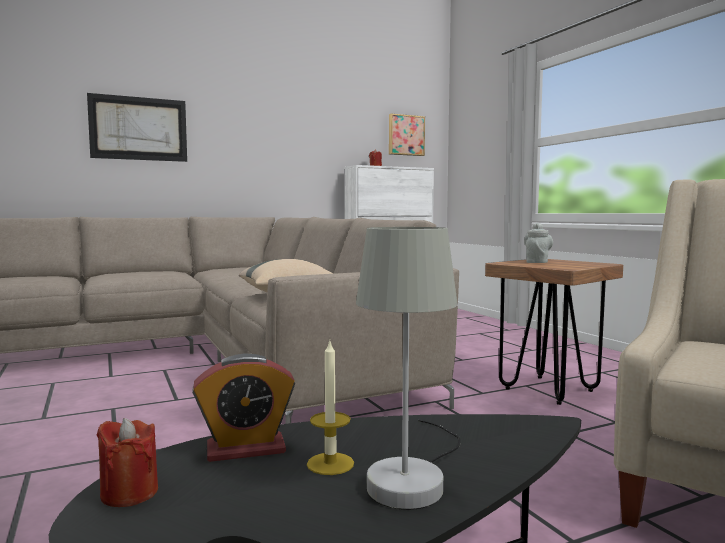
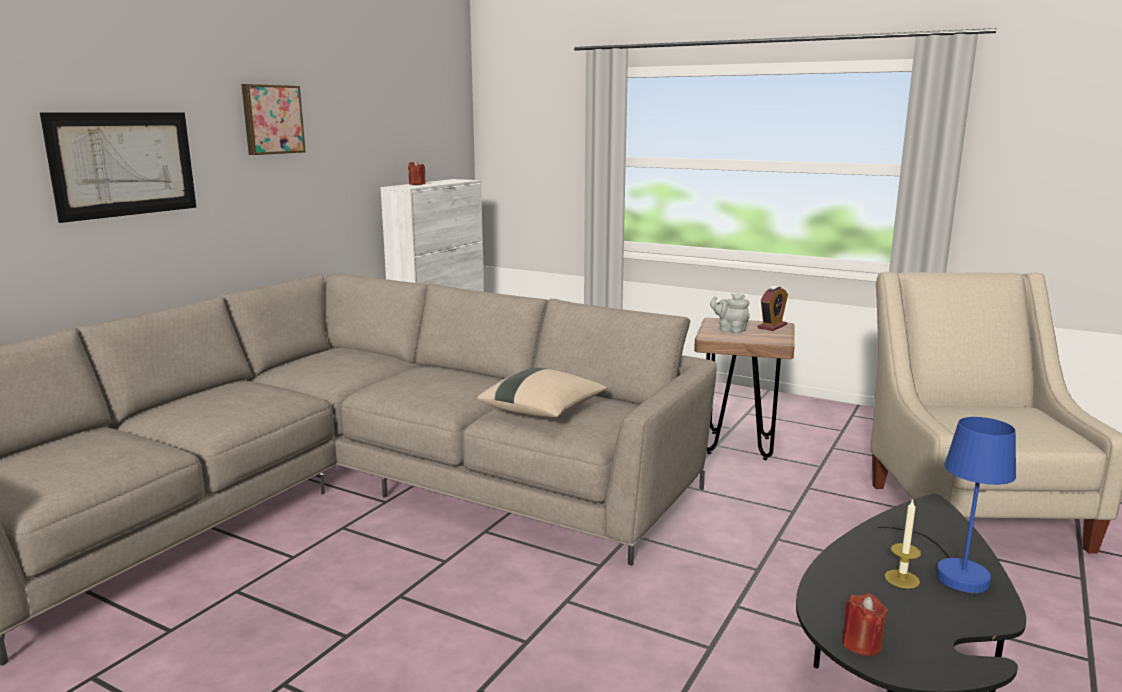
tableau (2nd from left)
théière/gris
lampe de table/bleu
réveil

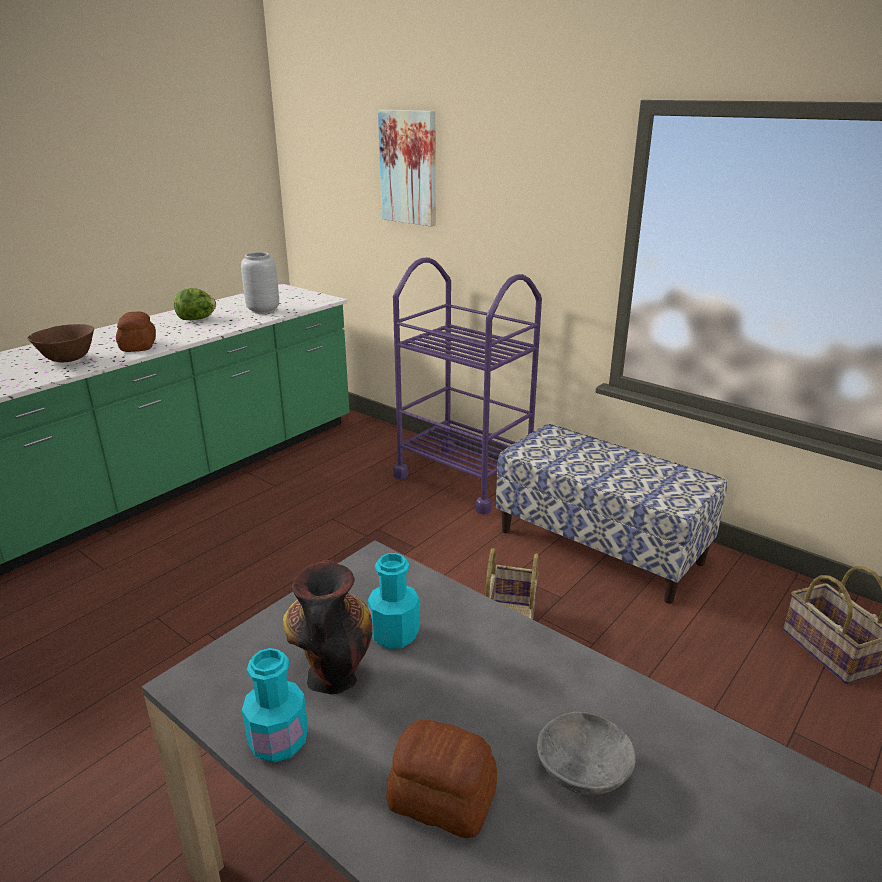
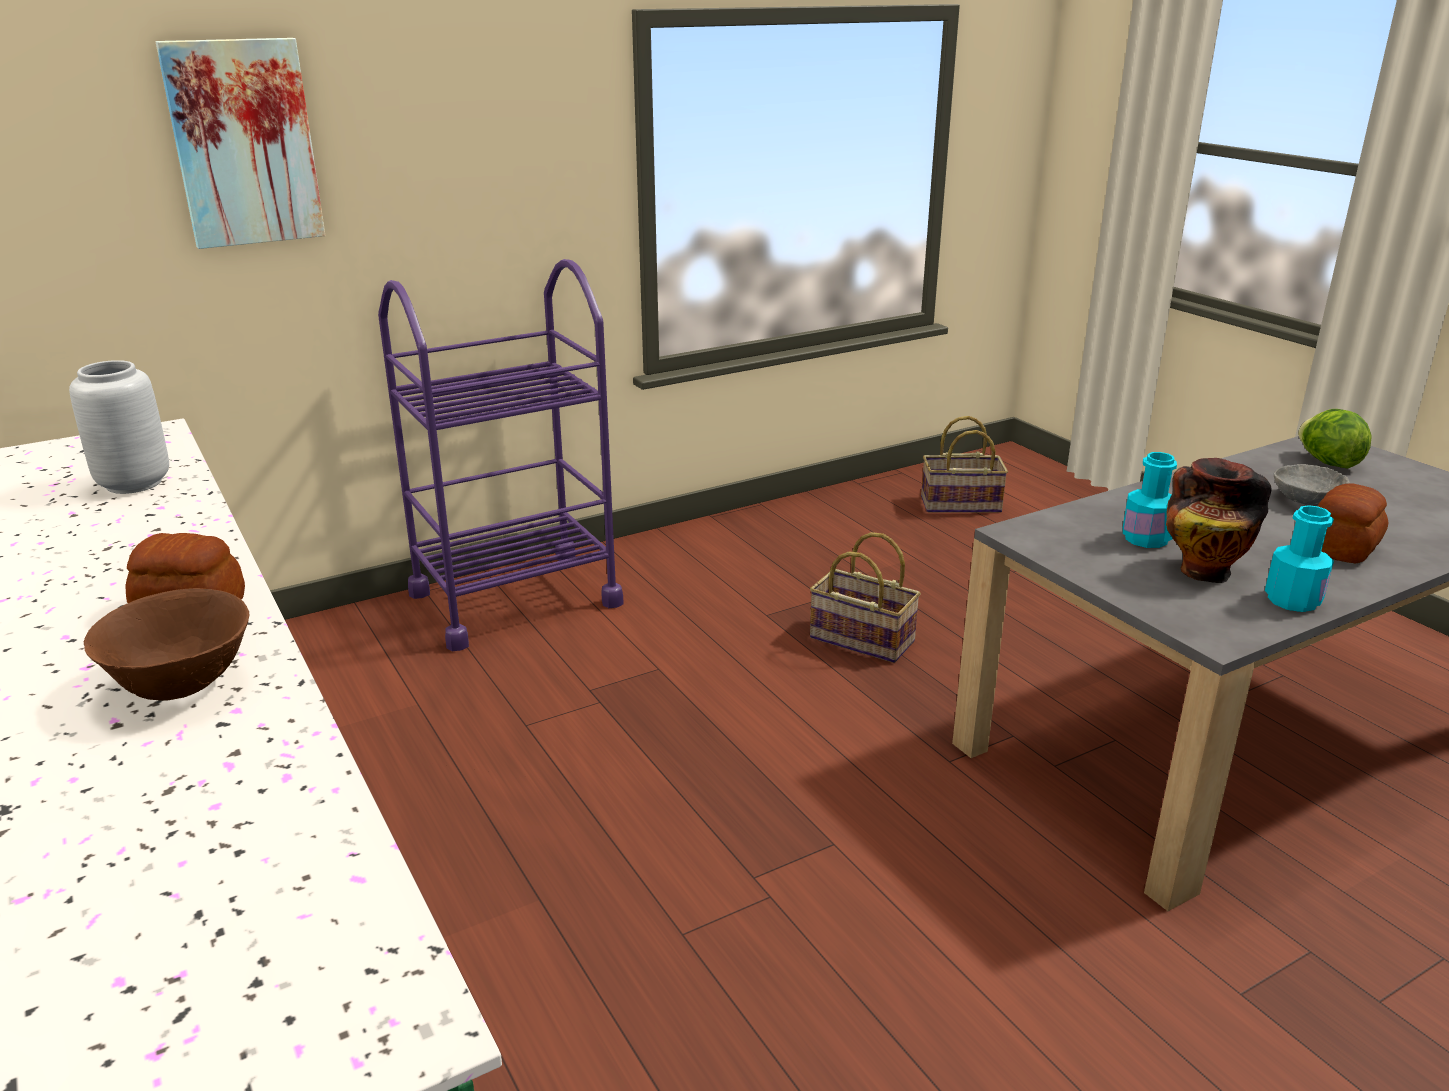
laitue
banc

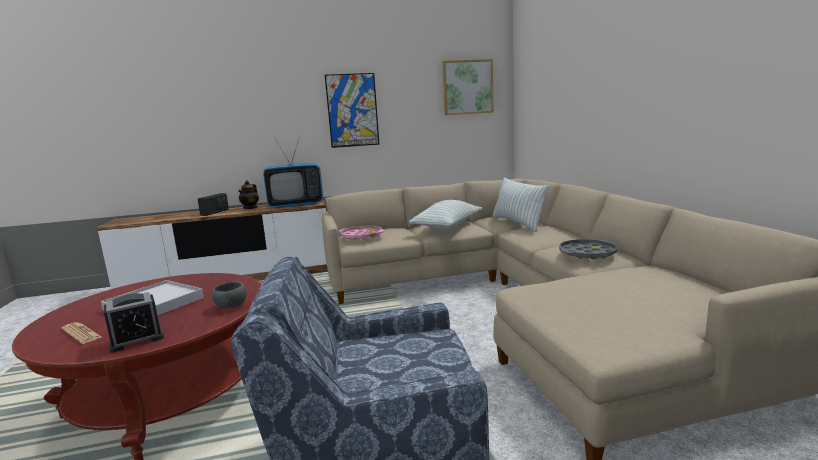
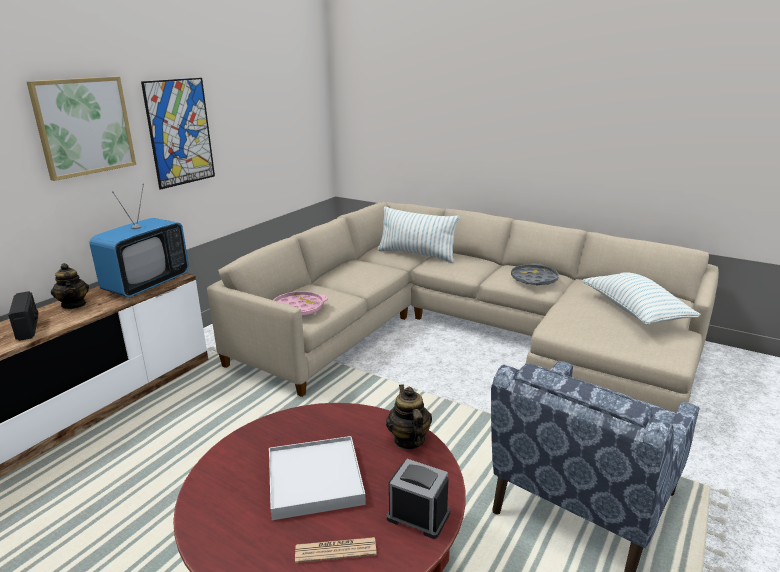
tableau (1st from left)
coussin (2nd from left)
théière (2nd from left)
réveil

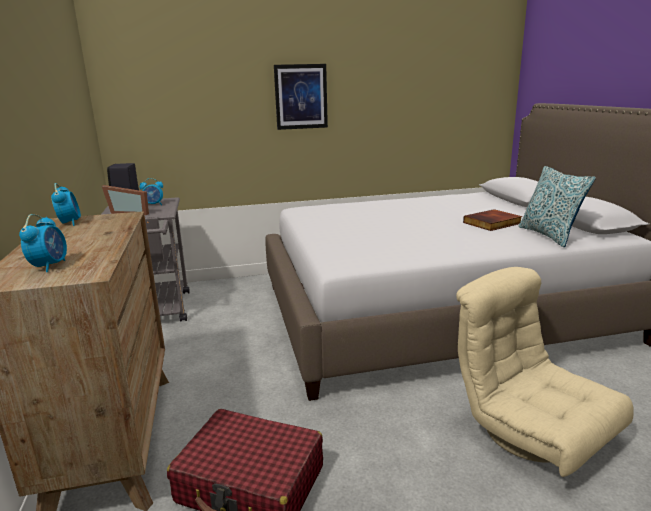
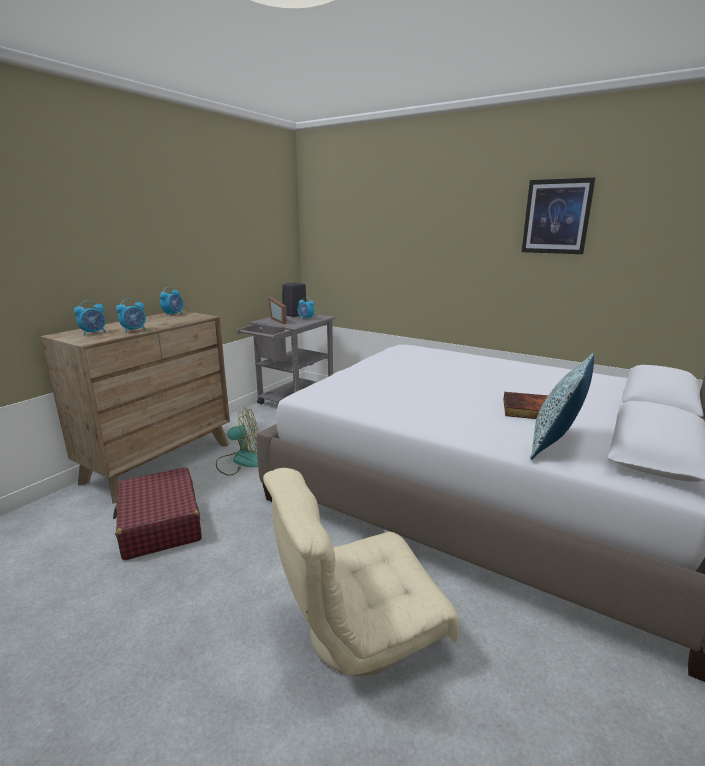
tableau
fauteuil/beige
réveil (2nd from left)
ventilateur

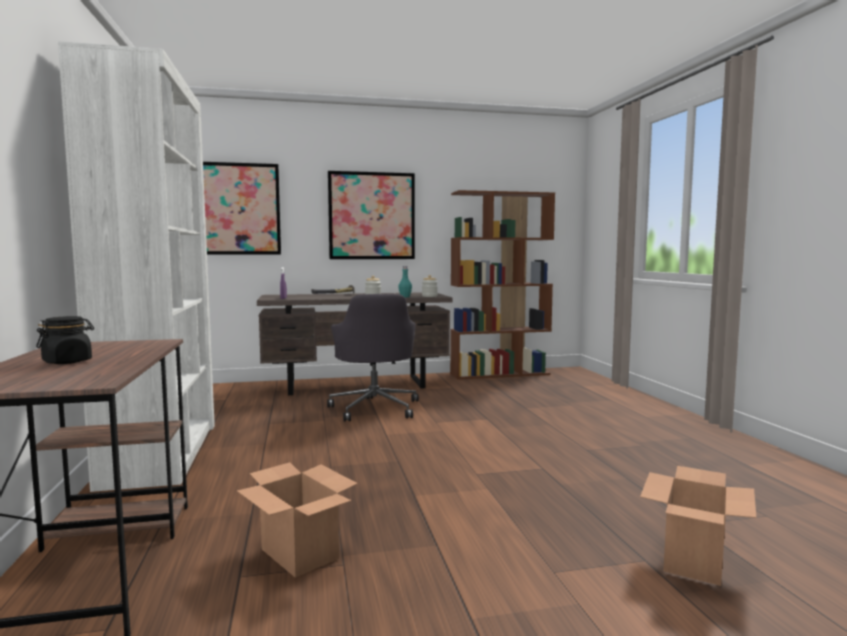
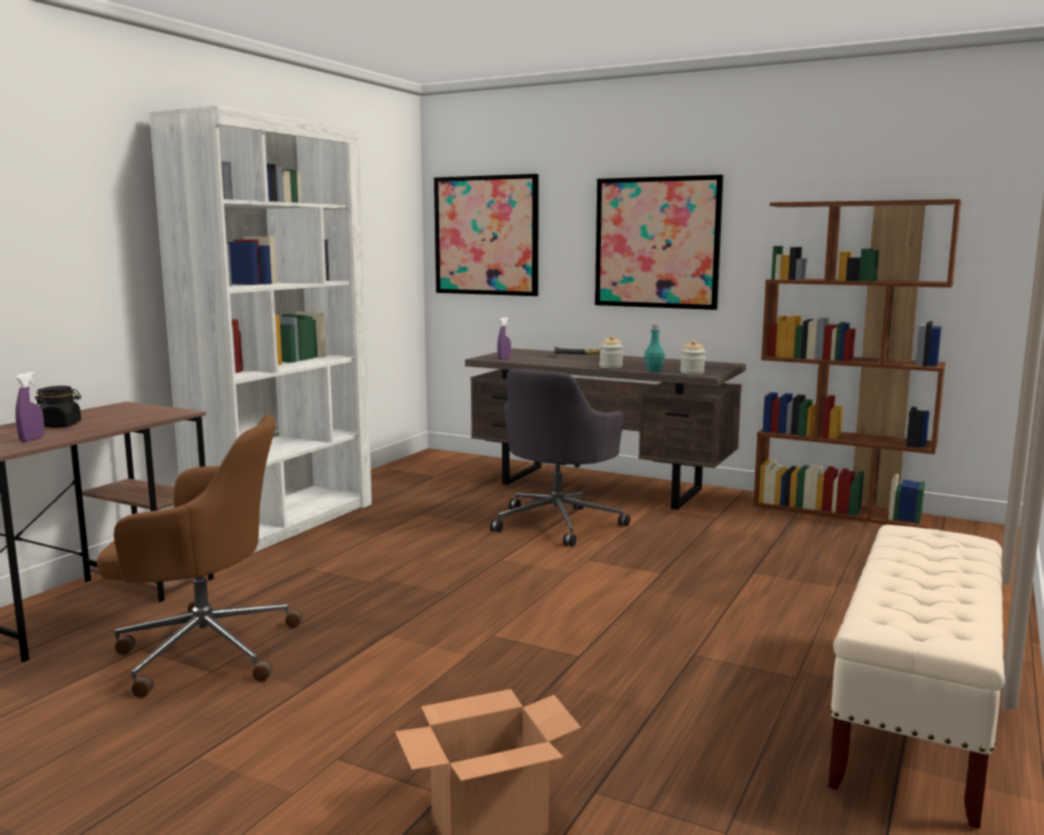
chaise de bureau/marron
vaporisateur/violet (1st from left)
banc/beige

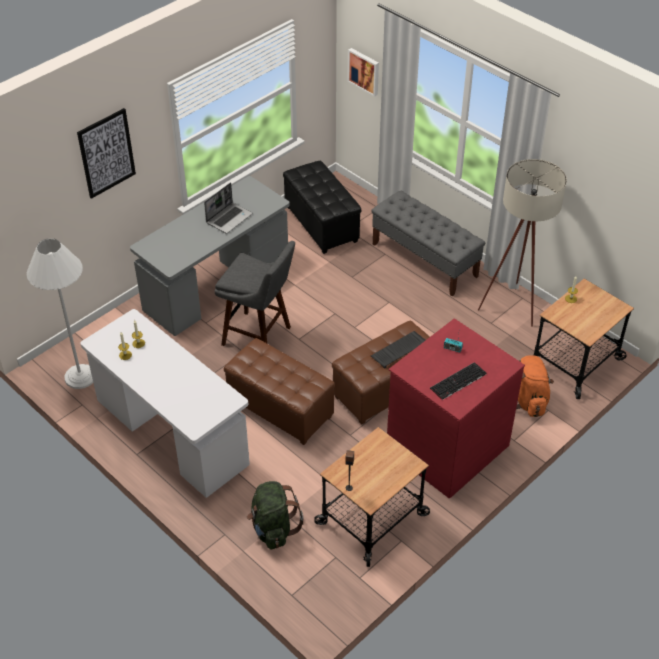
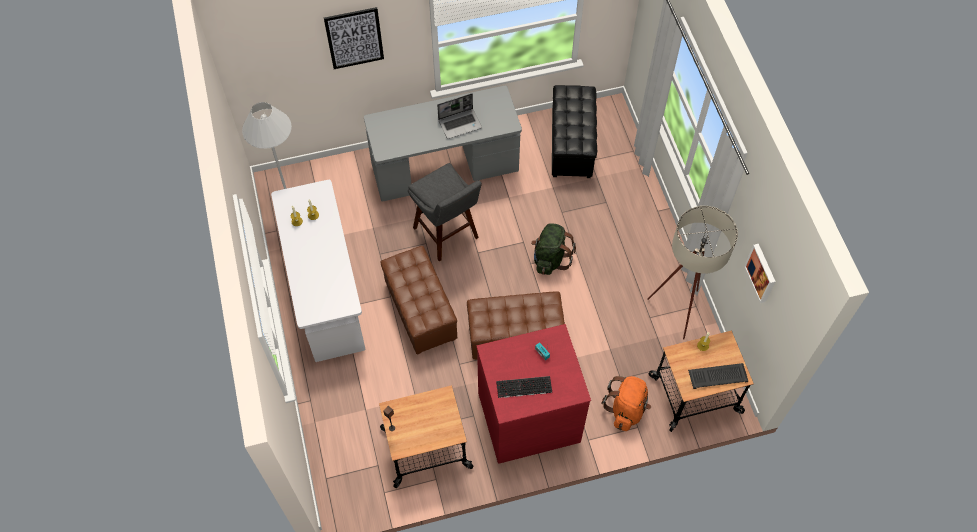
tableau (2nd from left)
banc/gris
clavier (2nd from left)
sac à dos/vert

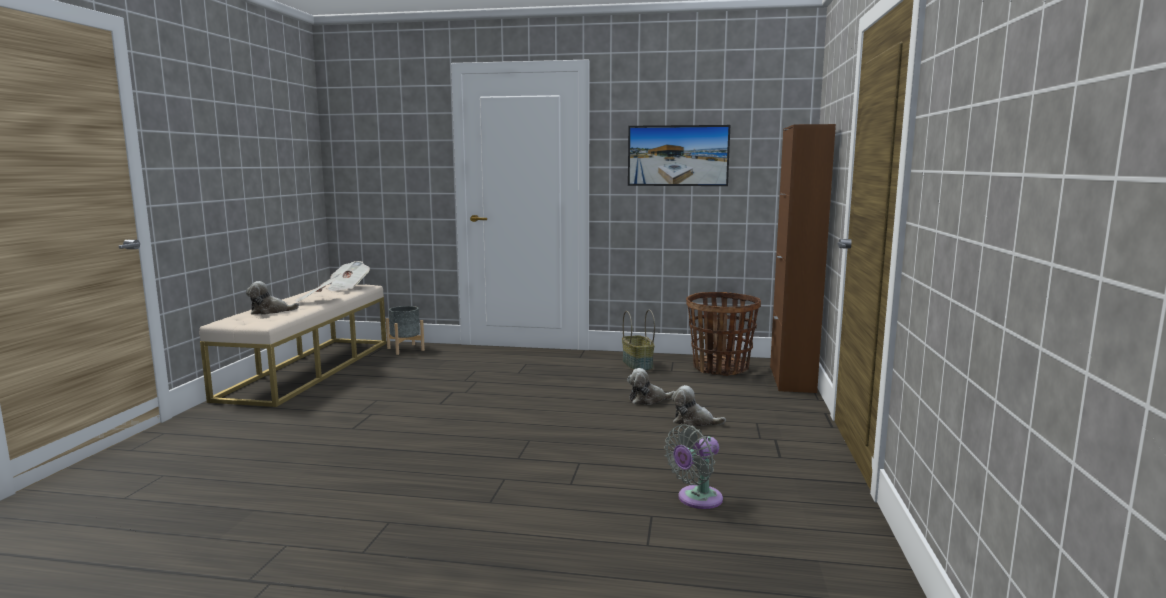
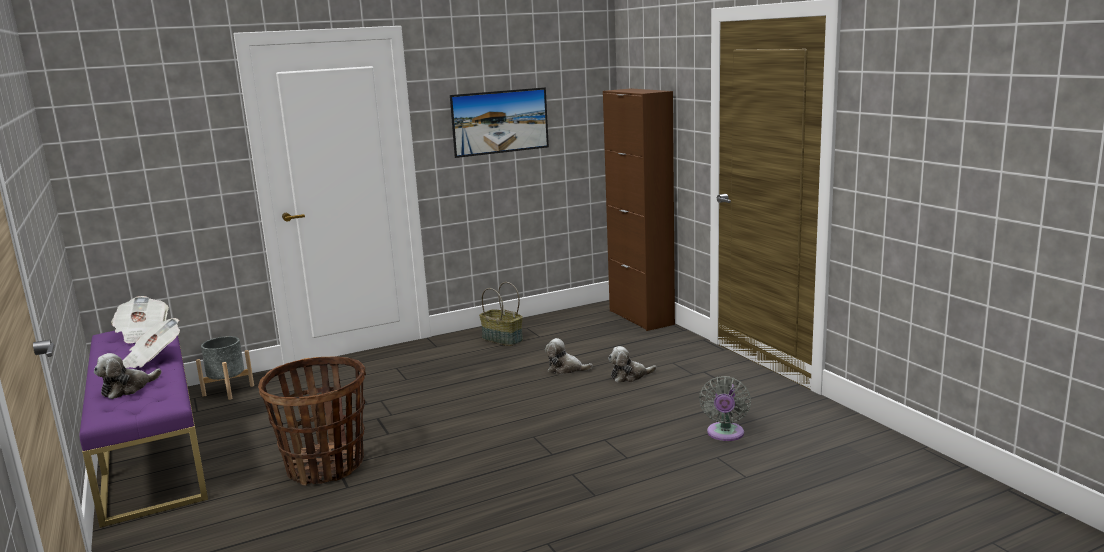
banc/violet
panier (1st from left)
peluche (2nd from left)

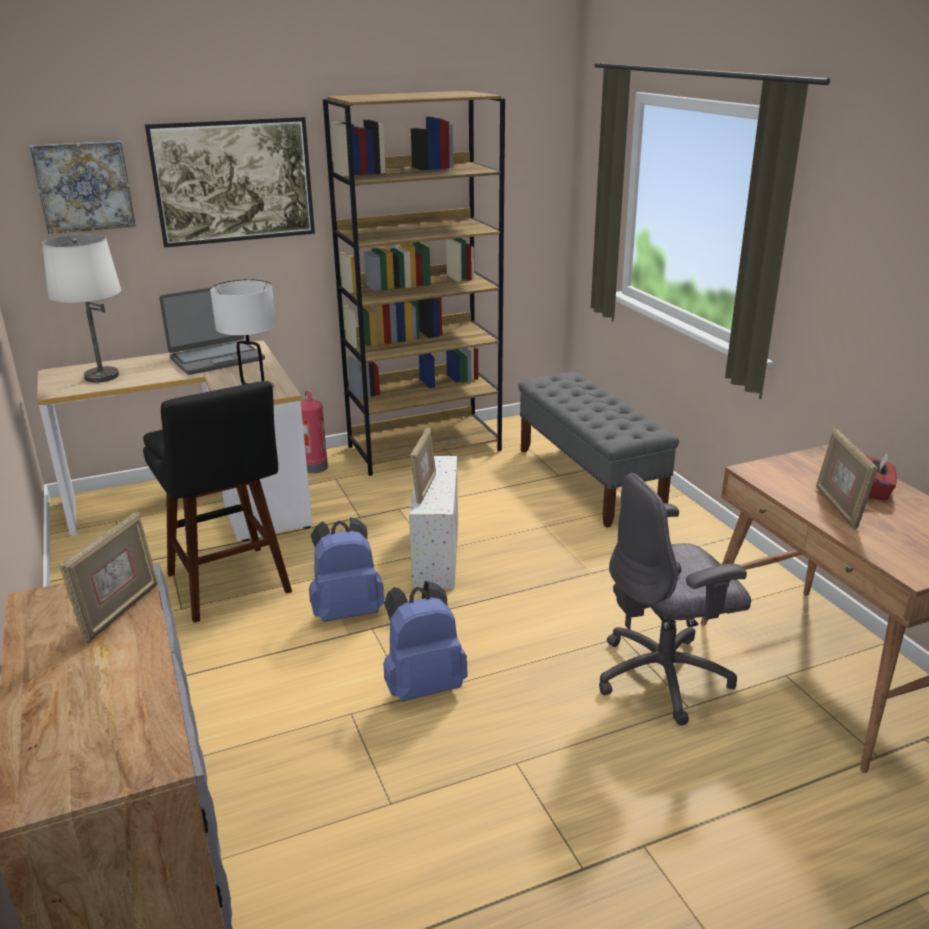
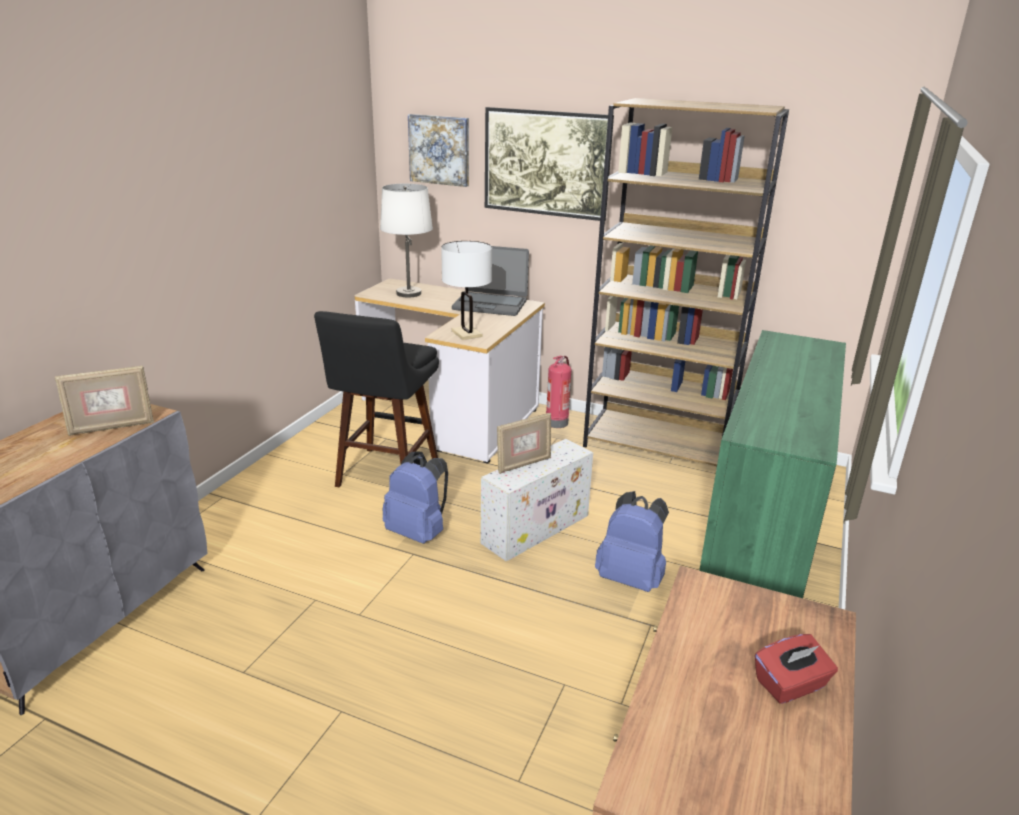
commode/vert
cadre photo (3rd from left in the first image)
chaise de bureau/gris
sac à dos/bleu (2nd from left)

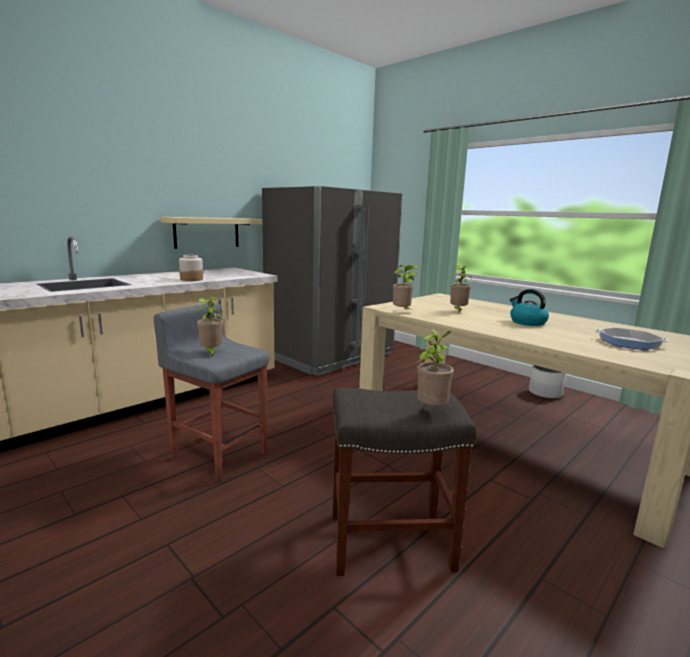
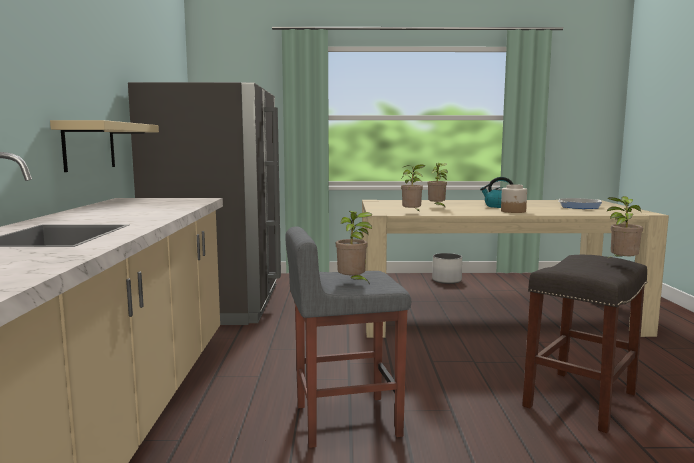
bocal

